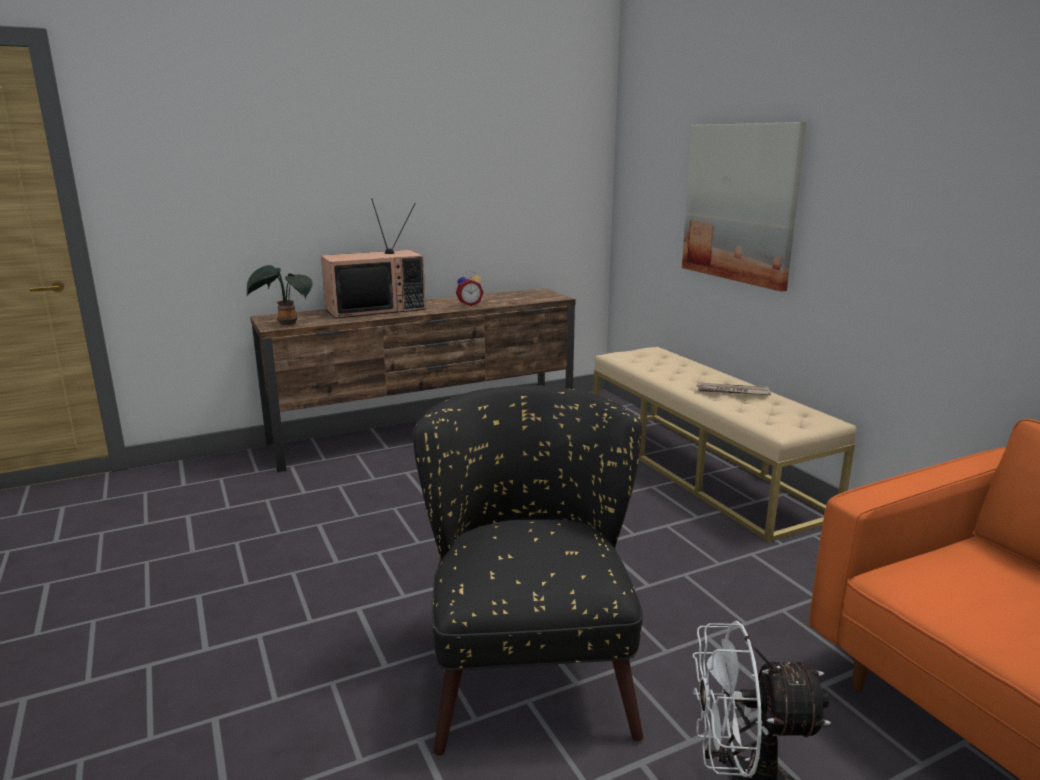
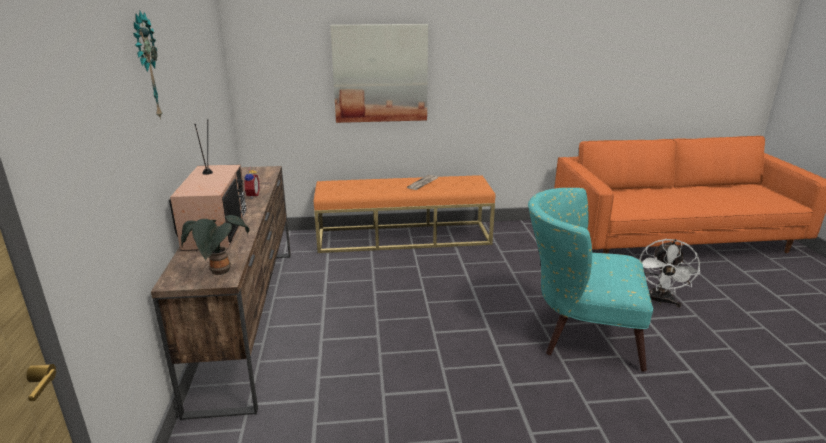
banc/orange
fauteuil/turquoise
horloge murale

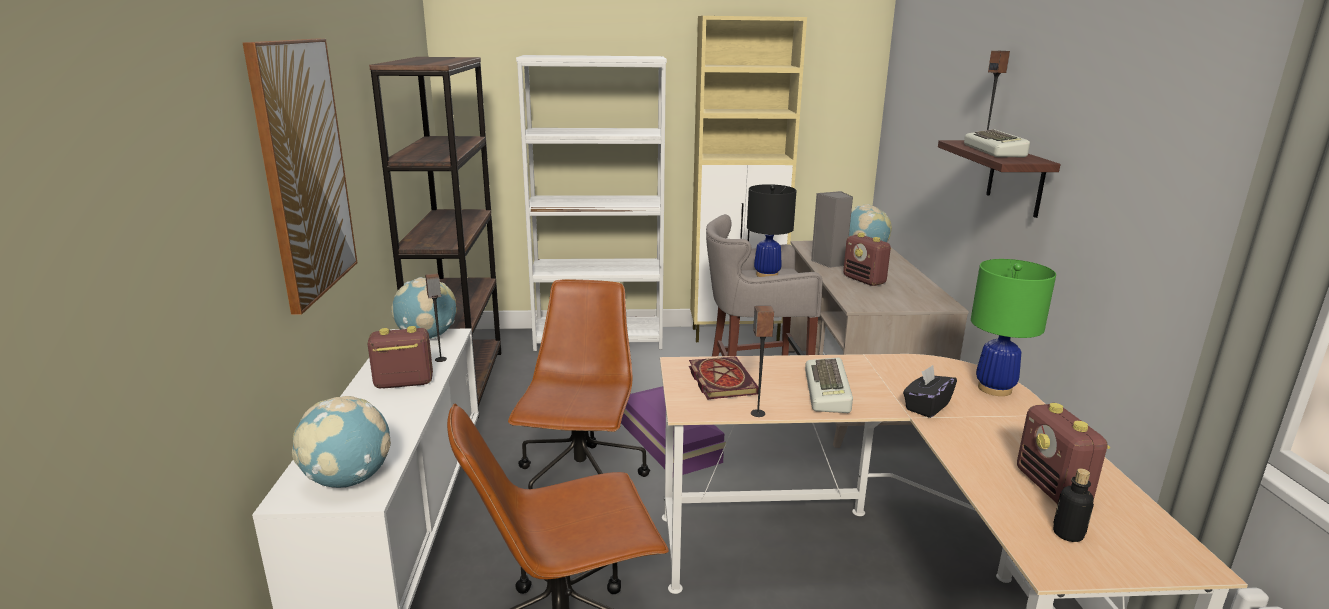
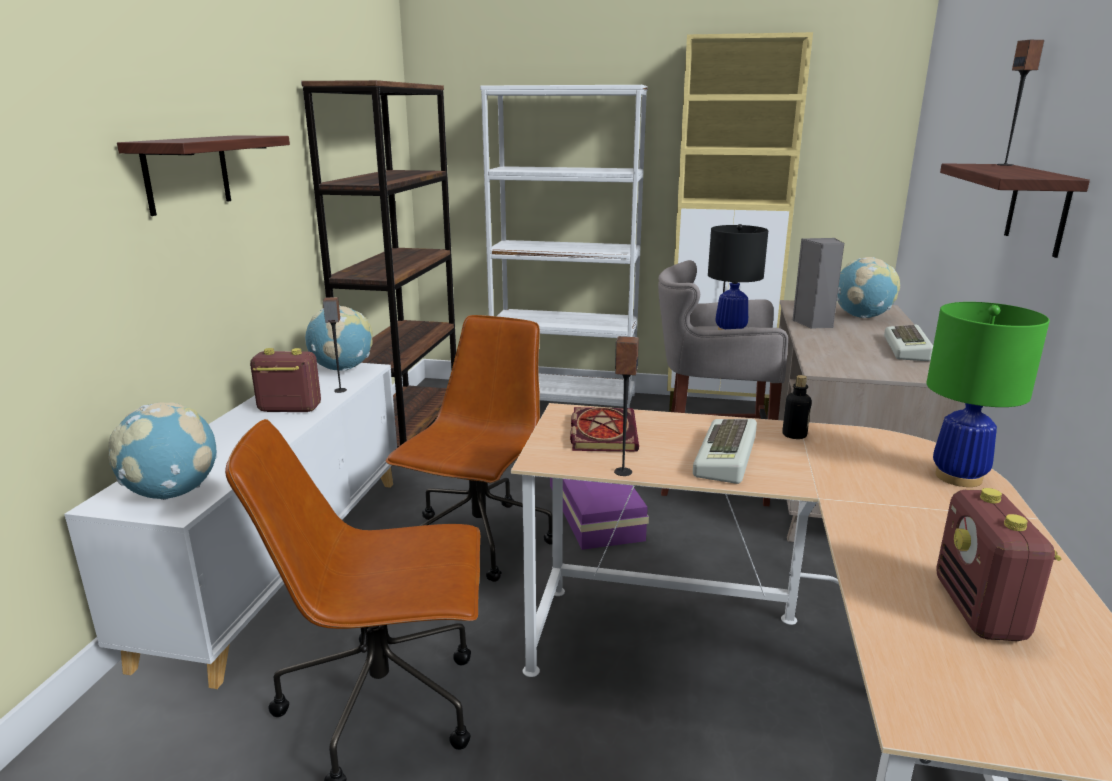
étagère (1st from left)
clavier (2nd from left)
radio (2nd from left in the first image)
boîte à mouchoirs/noir
bouteille

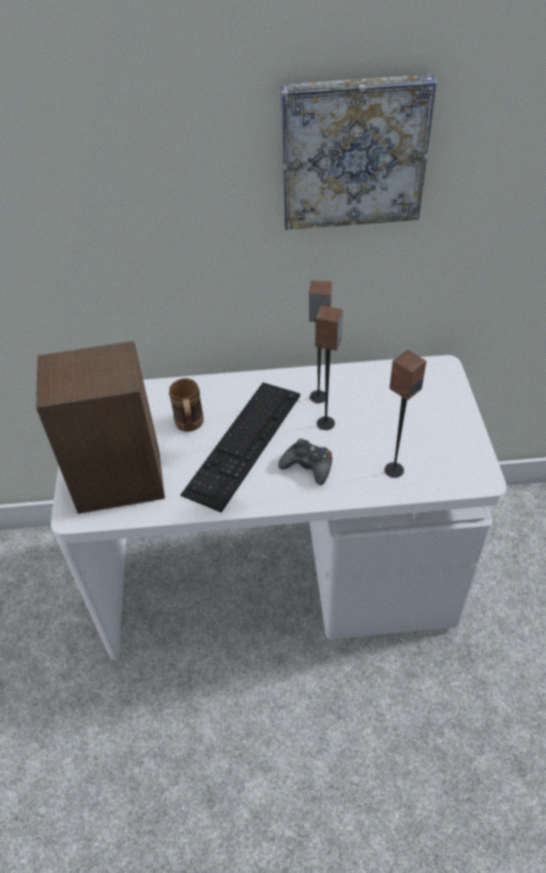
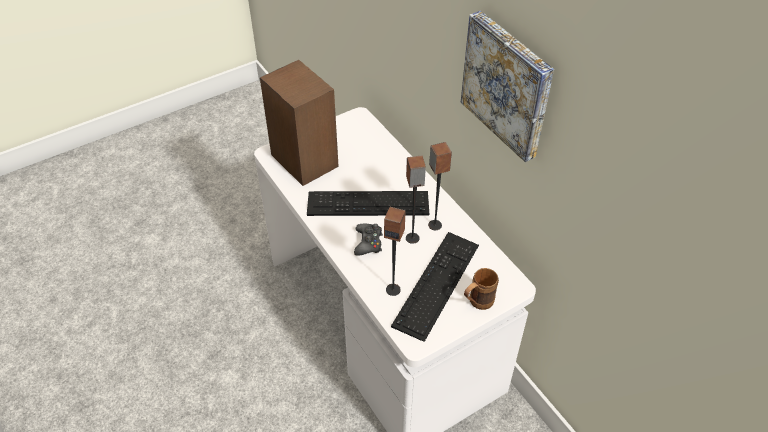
mug/marron
clavier (2nd from left)

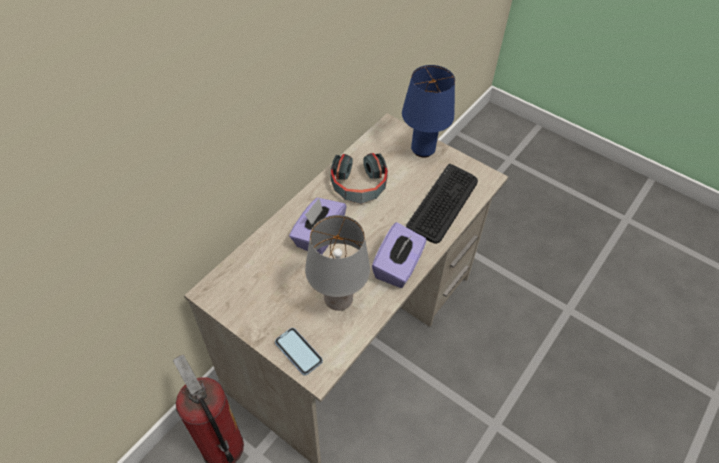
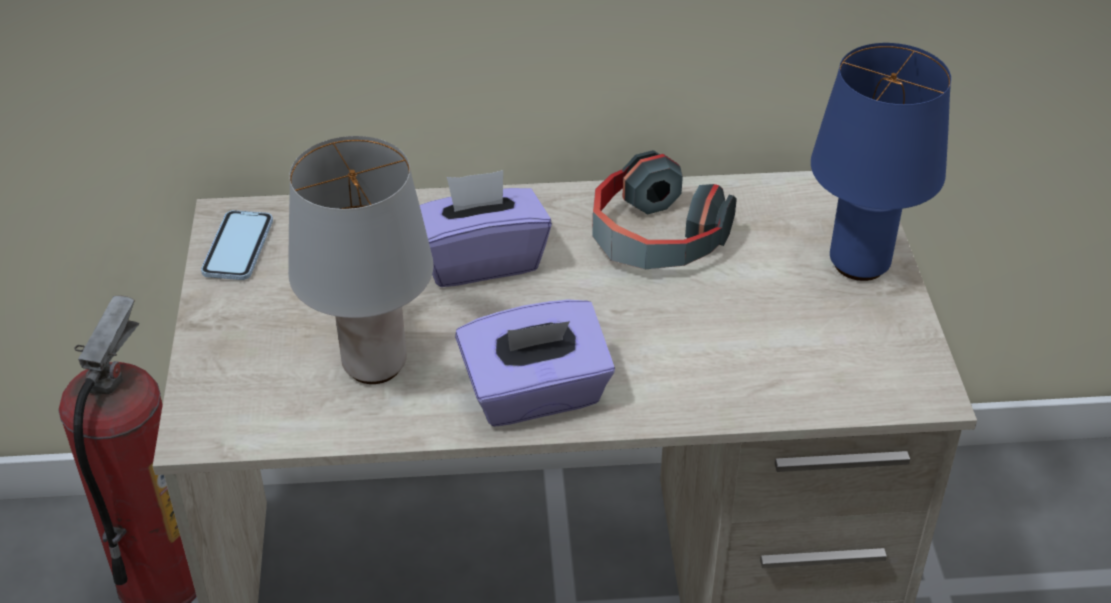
clavier
téléphone

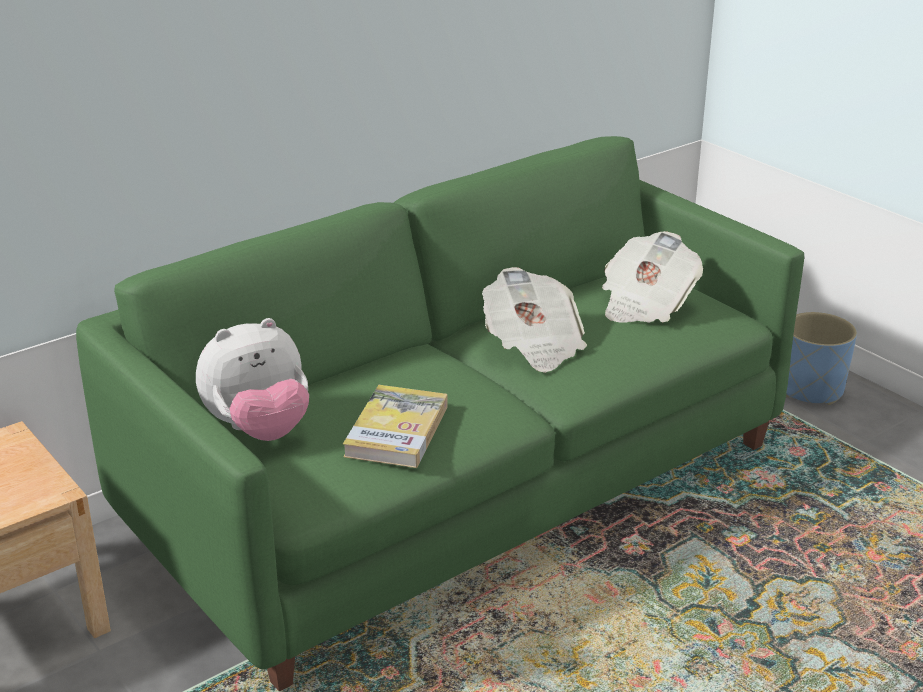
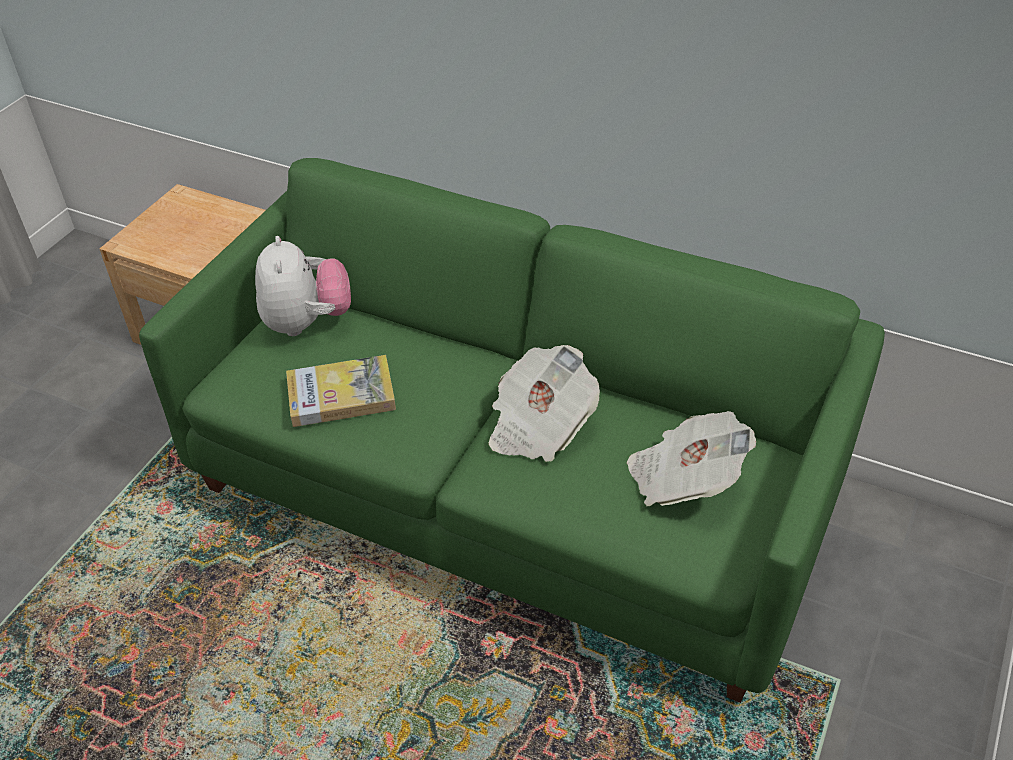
cache-pot/bleu
peluche

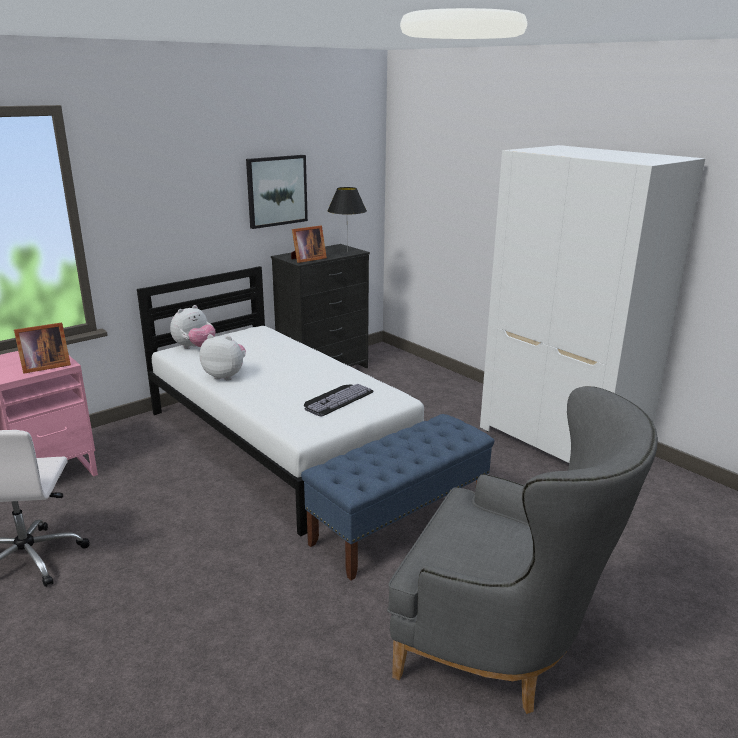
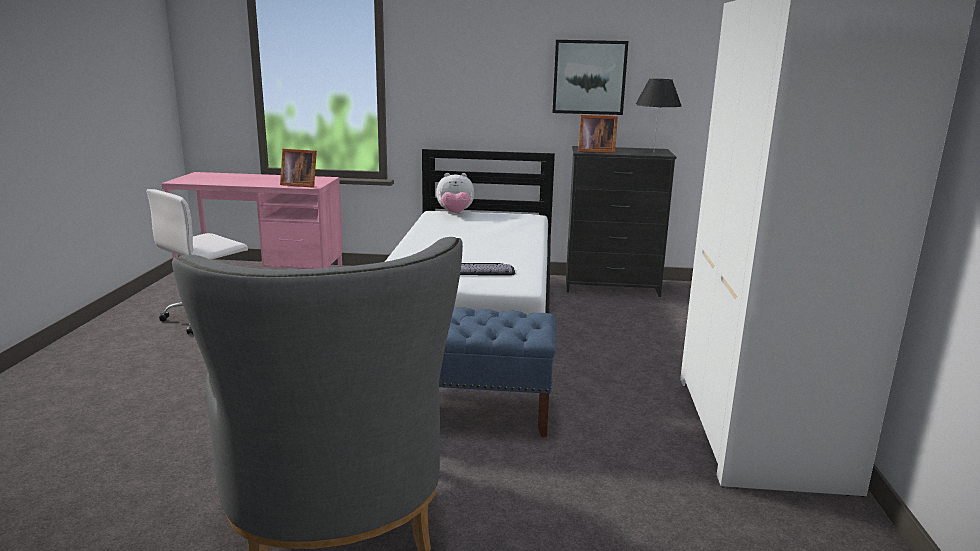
peluche (2nd from left in the first image)

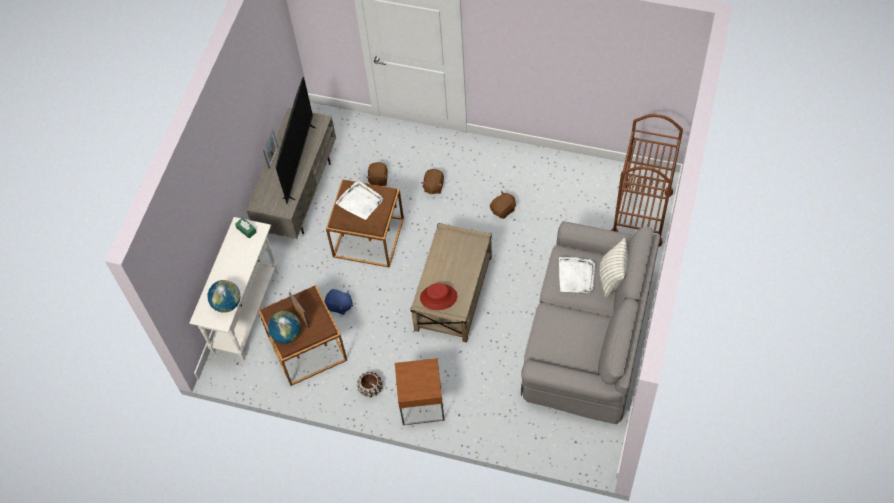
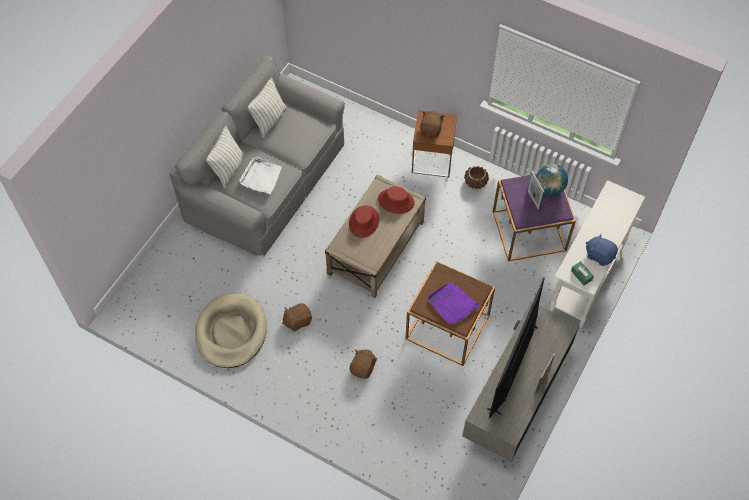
chariot/marron
peluche/marron (3rd from left)
plateau/violet
globe (1st from left in the first image)
table d'appoint/violet
peluche/bleu
coussin (2nd from left)
chapeau/rouge (1st from left)
panier pour chien/beige

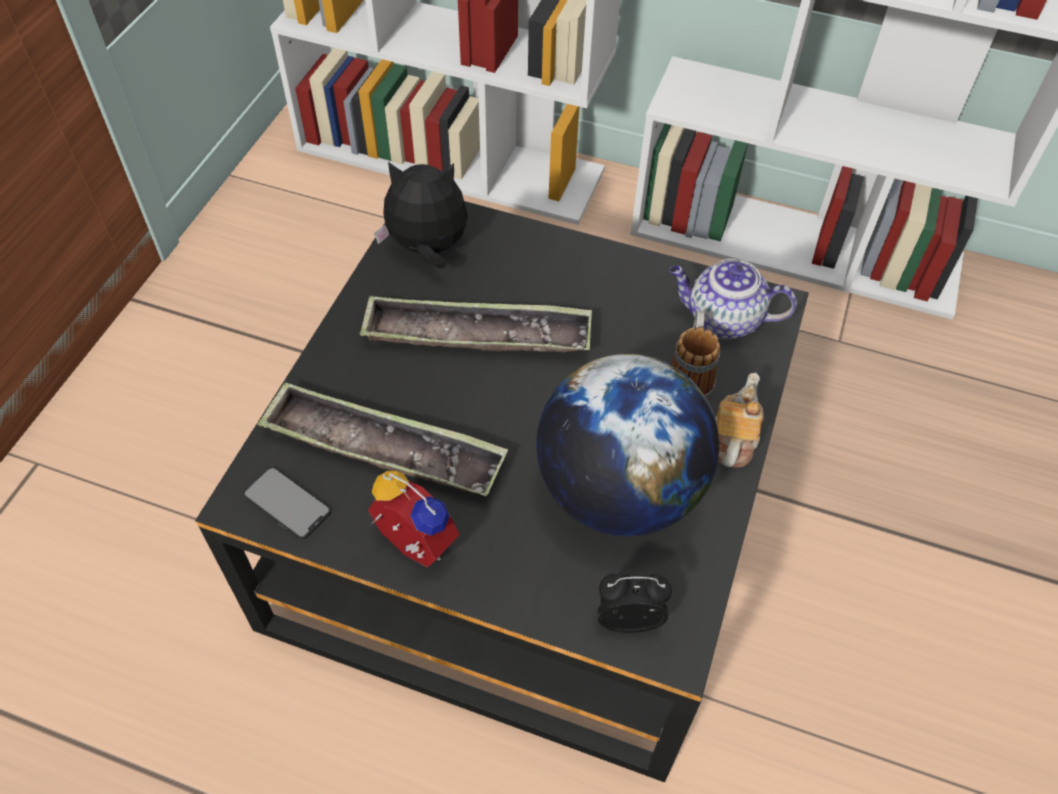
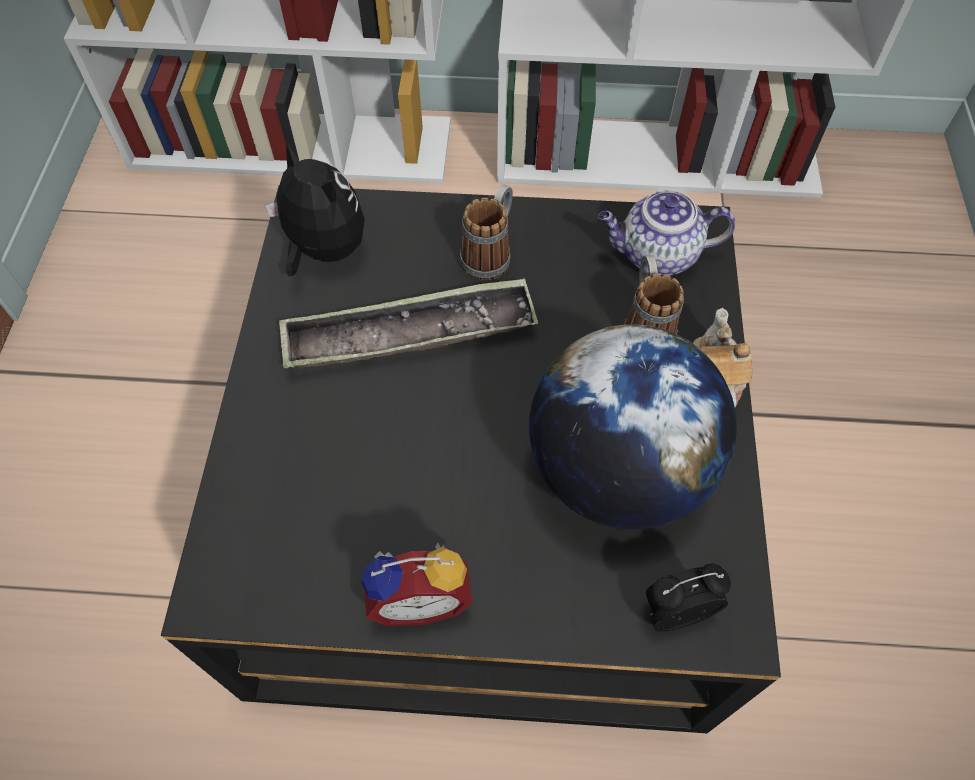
peluche
plateau (1st from left in the first image)
téléphone
réveil (1st from left)
mug (1st from left)

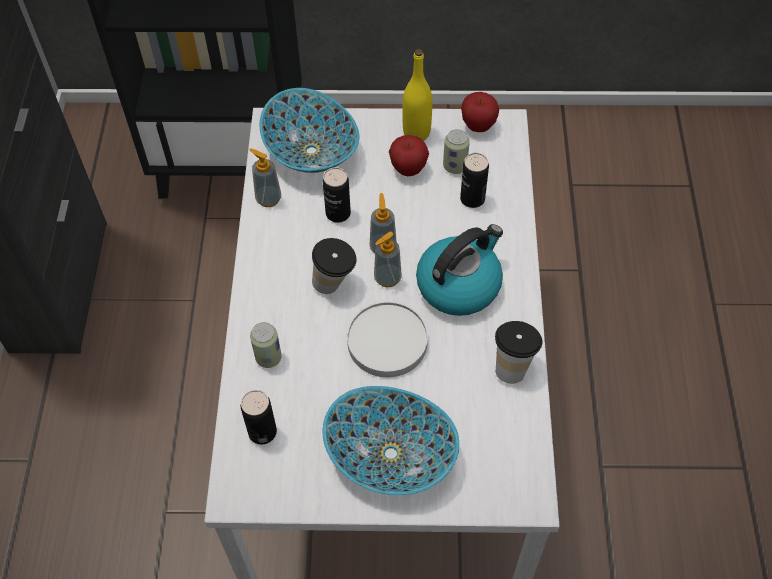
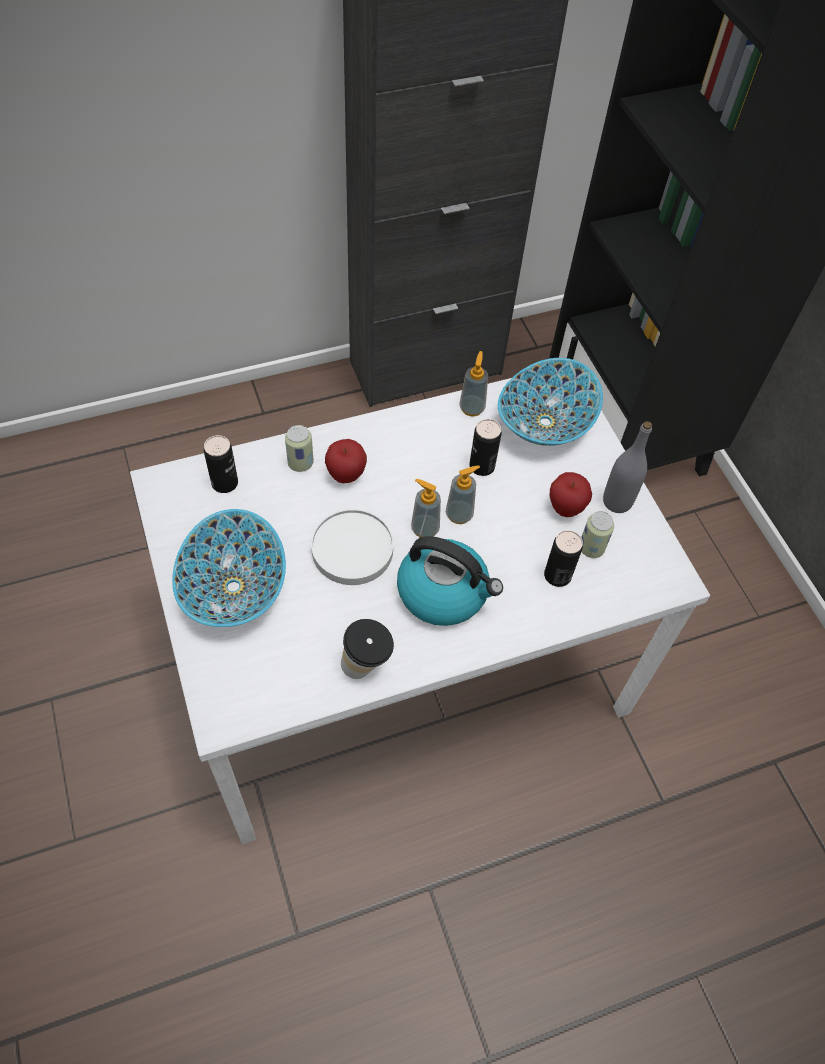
bouteille/gris
pomme (1st from left)
tasse (1st from left in the first image)

